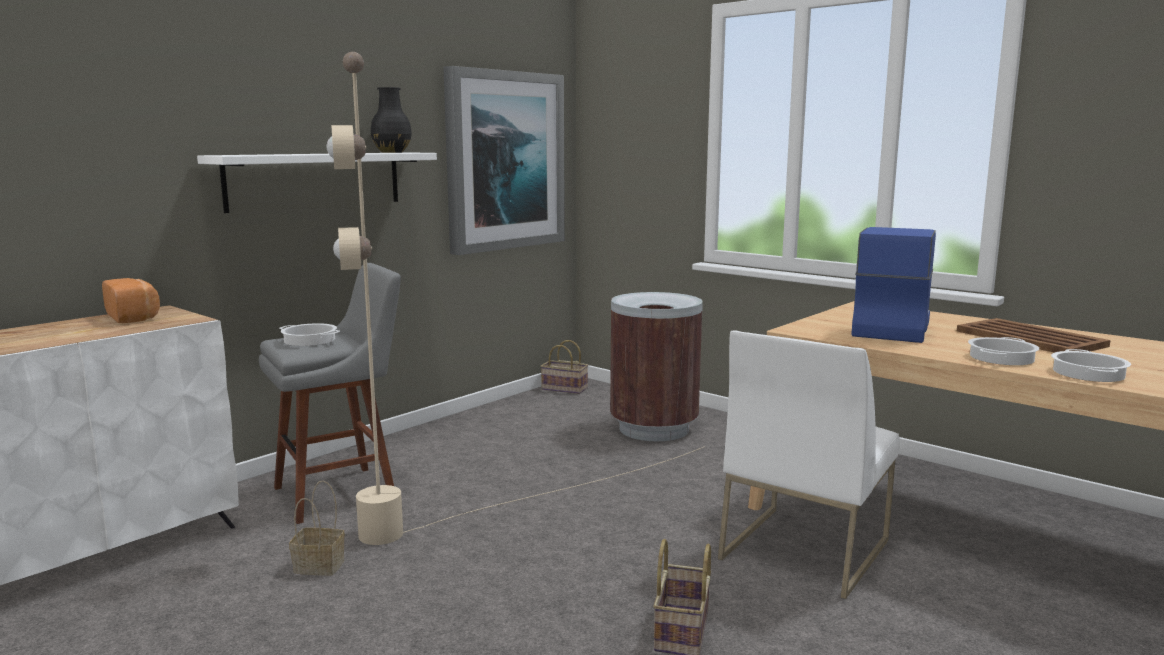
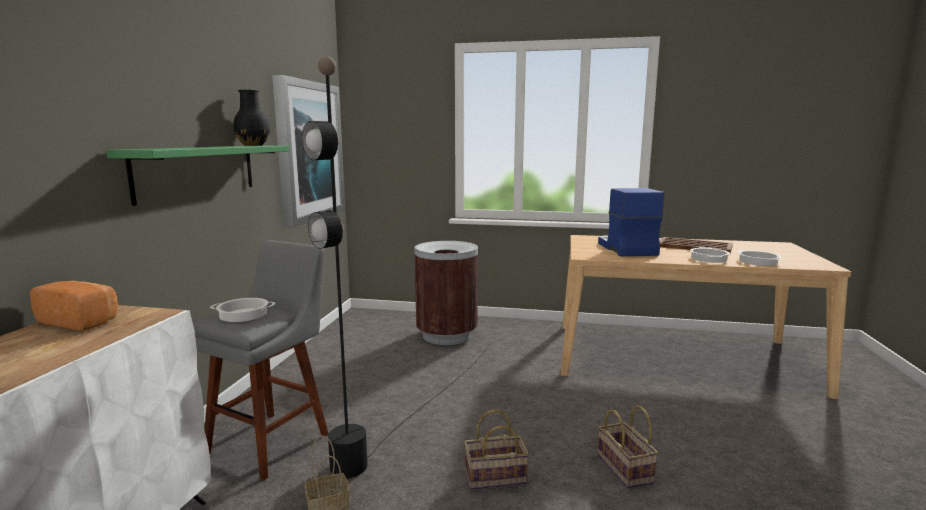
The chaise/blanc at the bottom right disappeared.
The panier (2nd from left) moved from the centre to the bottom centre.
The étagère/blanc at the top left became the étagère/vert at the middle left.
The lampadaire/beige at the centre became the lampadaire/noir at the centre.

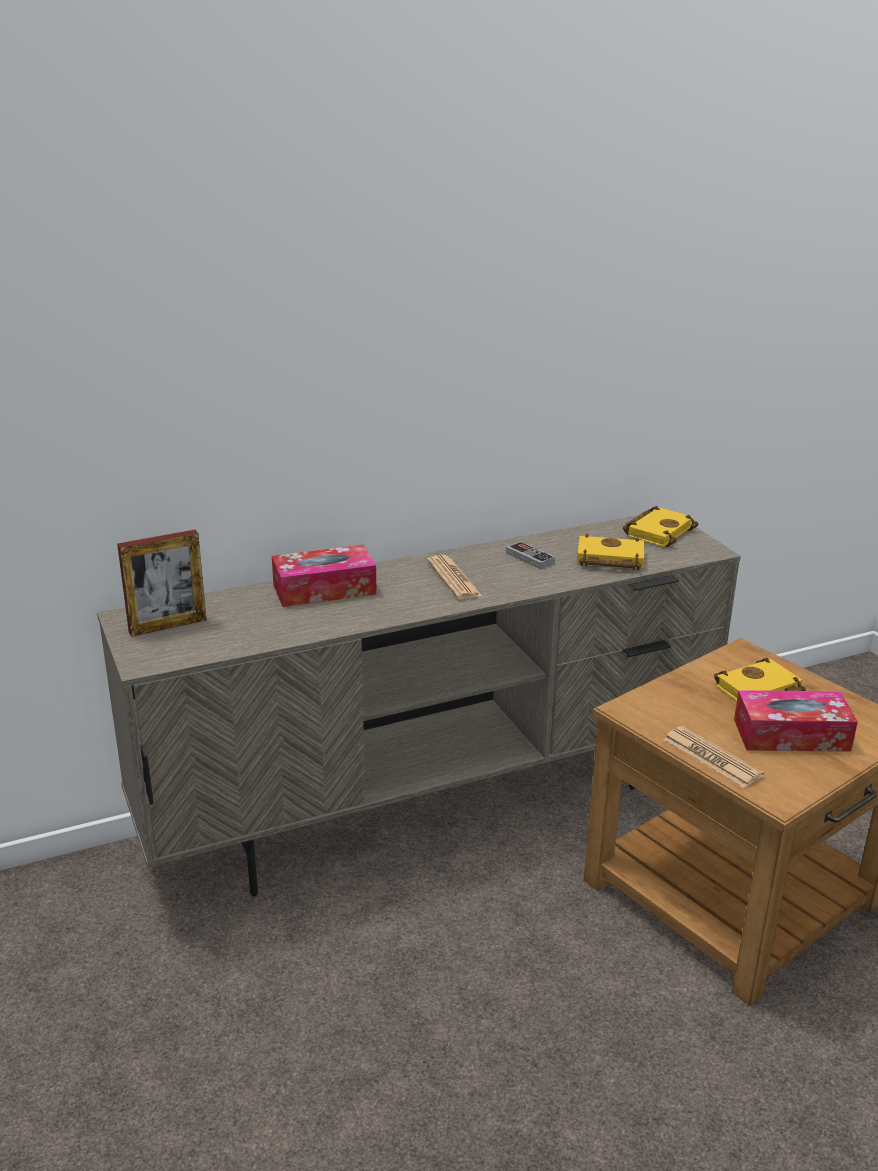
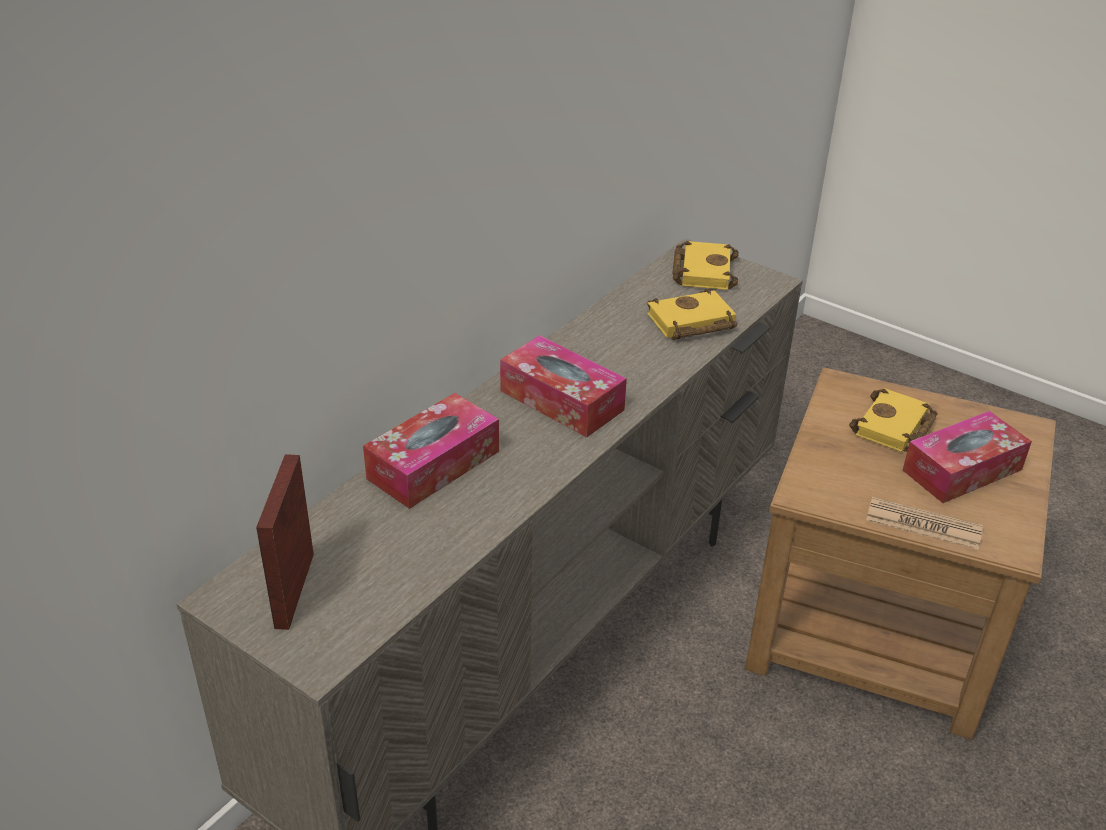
The manette at the centre disappeared.
The journal (1st from left) at the centre was replaced by the boîte à mouchoirs (2nd from left) at the centre.
The cadre photo at the middle left turned 150 degrees clockwise.

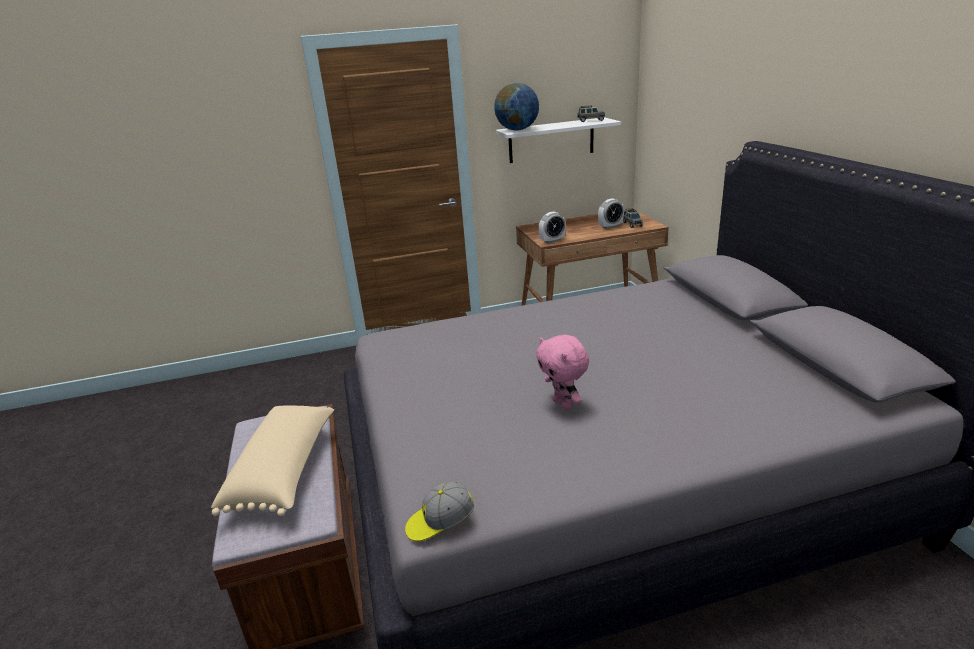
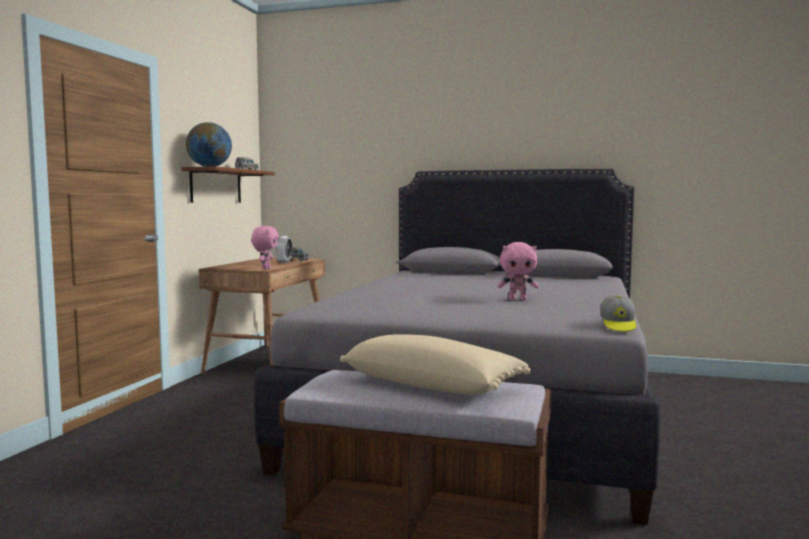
The réveil (1st from left) at the centre was replaced by the peluche/rose (1st from left) at the middle left.
The étagère/blanc at the top centre became the étagère/marron at the middle left.

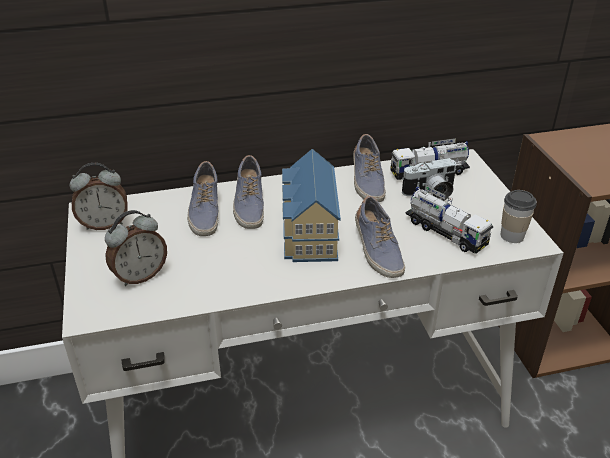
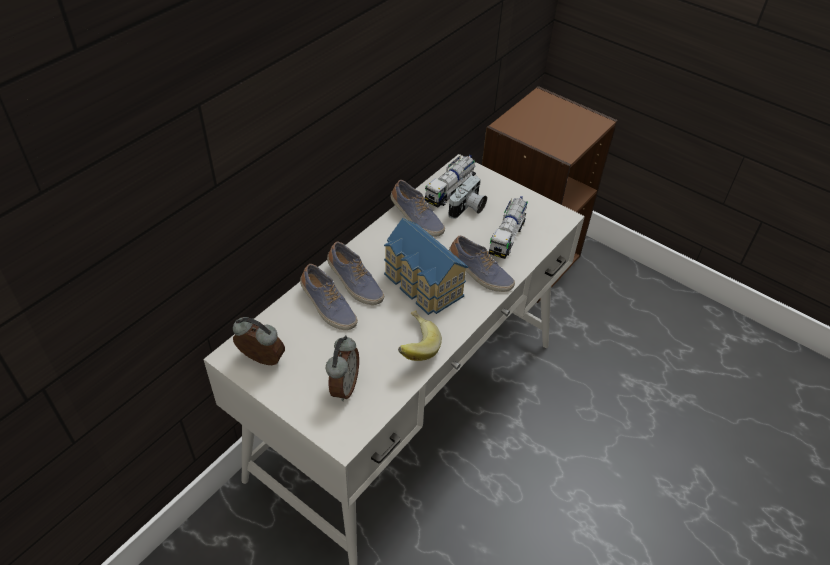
The tasse at the middle right disappeared.
The banane at the centre appeared.
The réveil (1st from left) at the middle left turned 105 degrees counterclockwise.
The camion jouet (2nd from left) at the middle right turned 105 degrees clockwise.

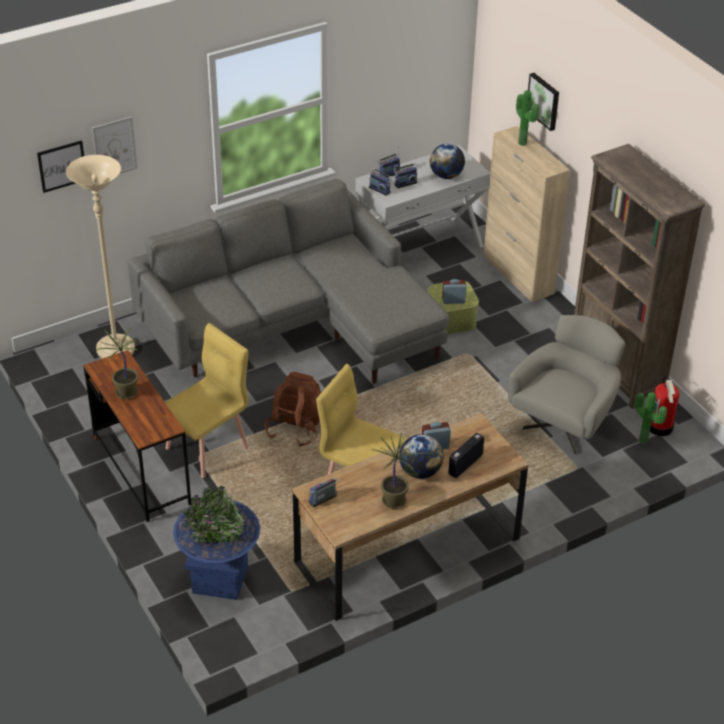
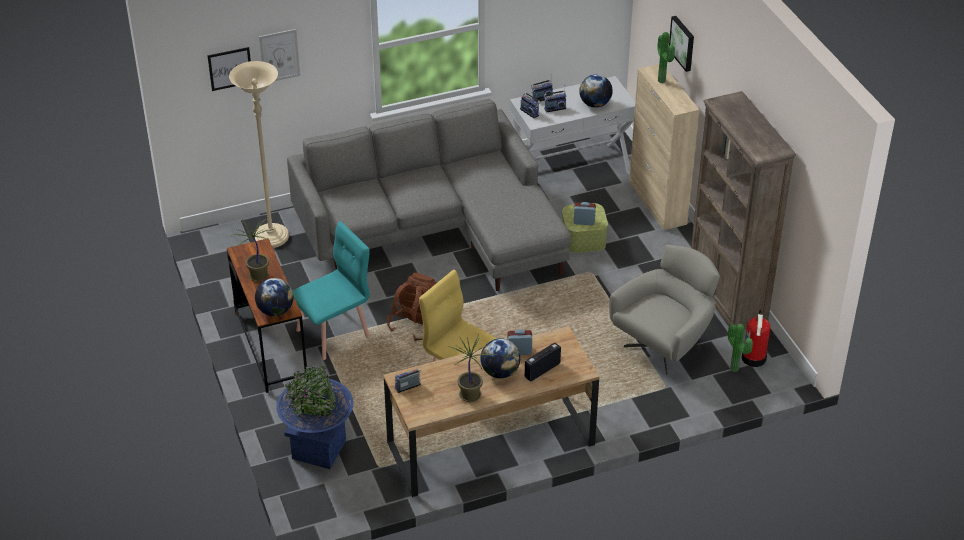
The globe (1st from left) at the middle left appeared.
The chaise/jaune (1st from left) at the middle left became the chaise/turquoise at the centre.

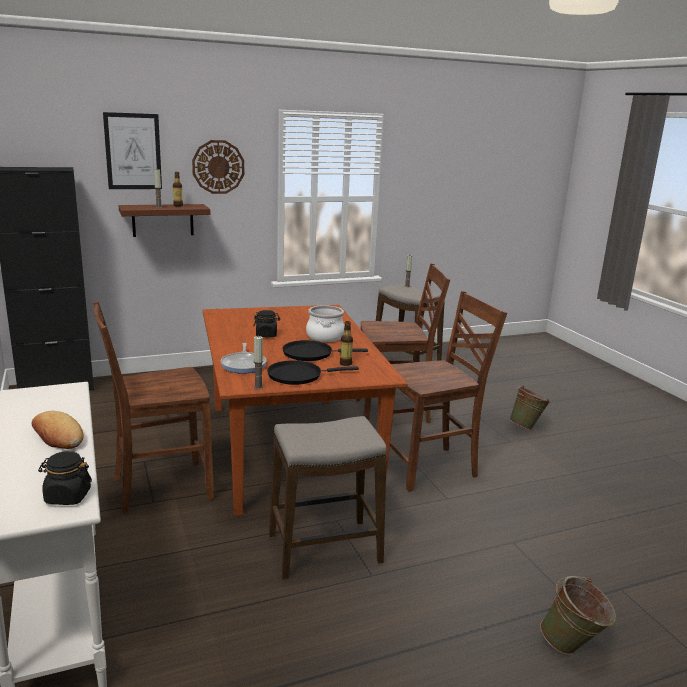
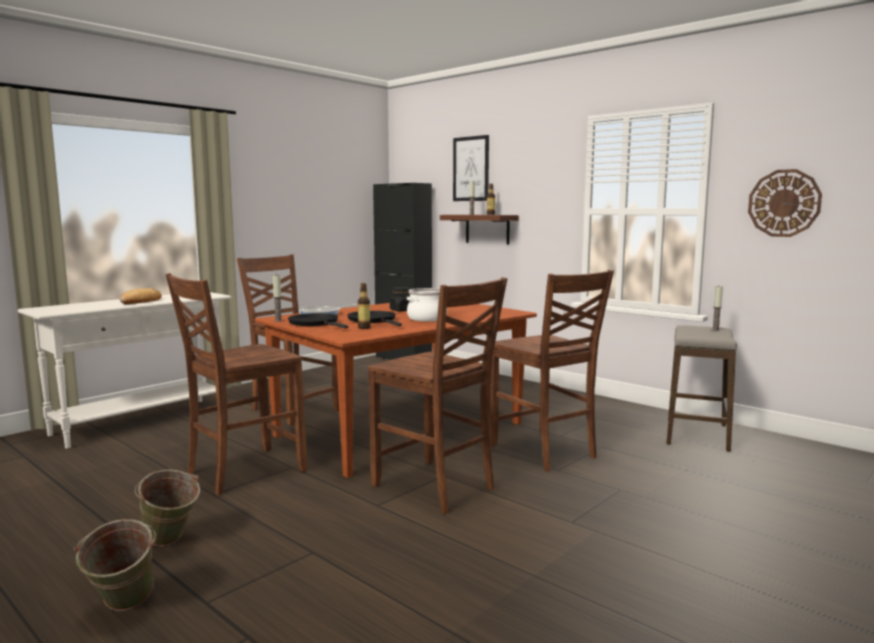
The bocal/noir (1st from left) at the bottom left disappeared.
The horloge murale moved from the top left to the top right.
The seau/vert (1st from left in the first image) moved from the middle right to the bottom left.
The tabouret (1st from left) at the bottom centre was replaced by the chaise/marron (1st from left) at the middle left.

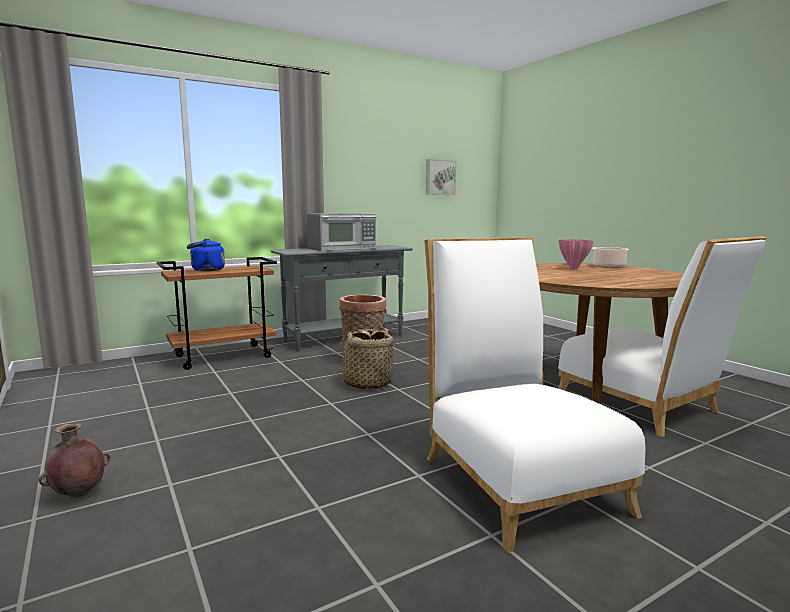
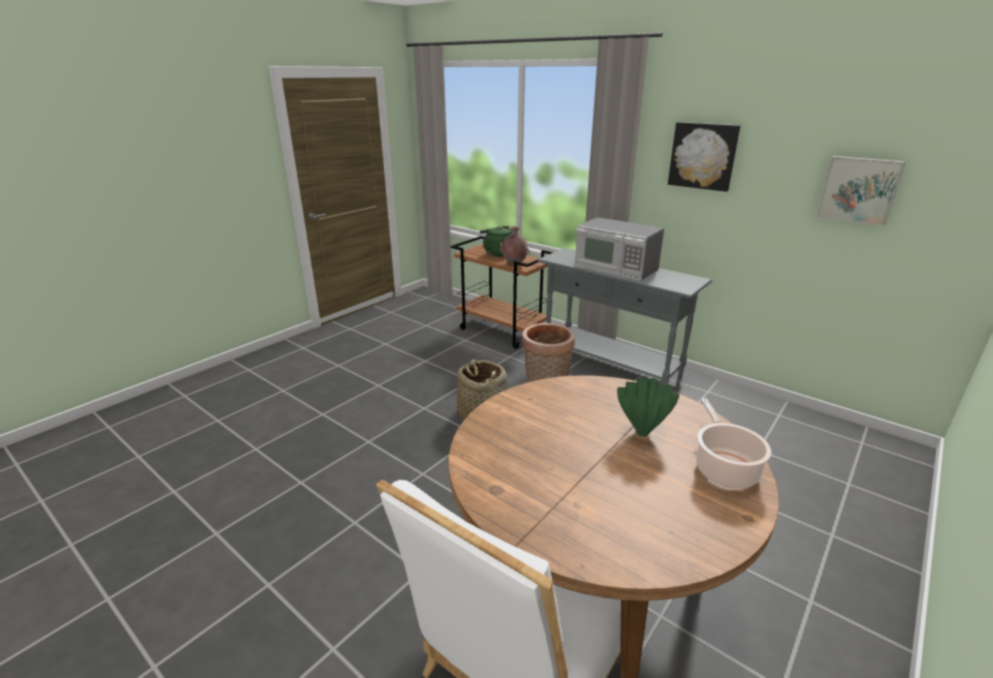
The chaise/blanc (1st from left) at the middle right disappeared.
The tableau (1st from left) at the top right appeared.
The vase/marron moved from the bottom left to the centre.
The bouilloire/bleu at the middle left became the bouilloire/vert at the centre.
The vase/rose at the middle right became the vase/vert at the centre.

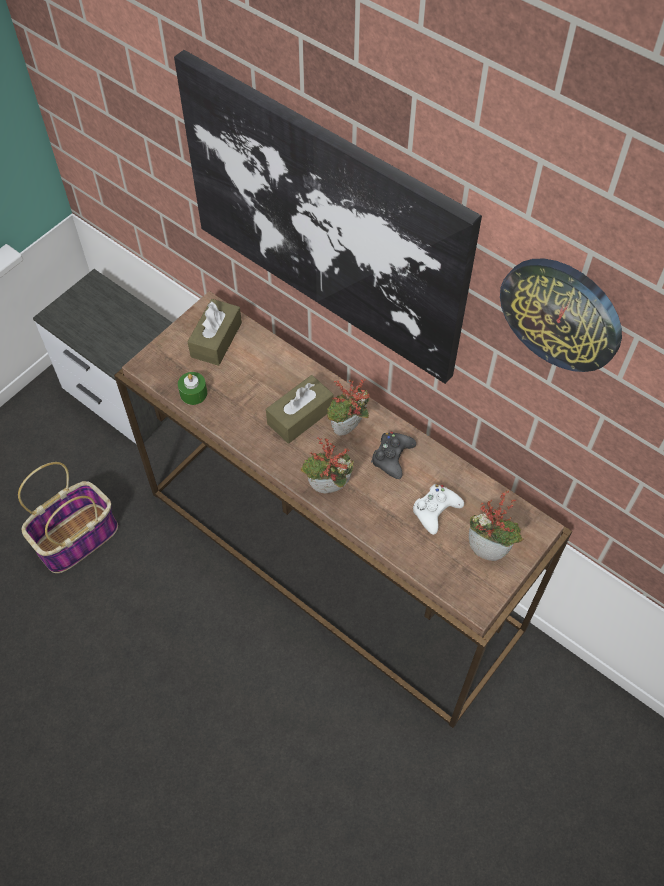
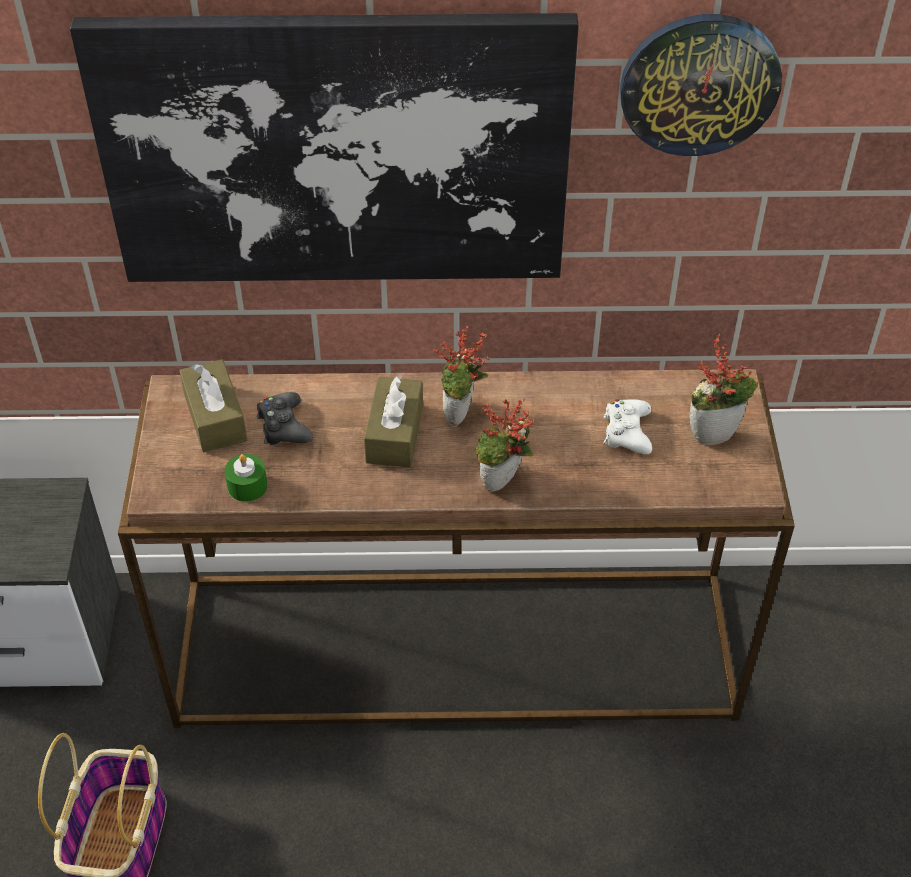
The manette/noir moved from the centre to the middle left.

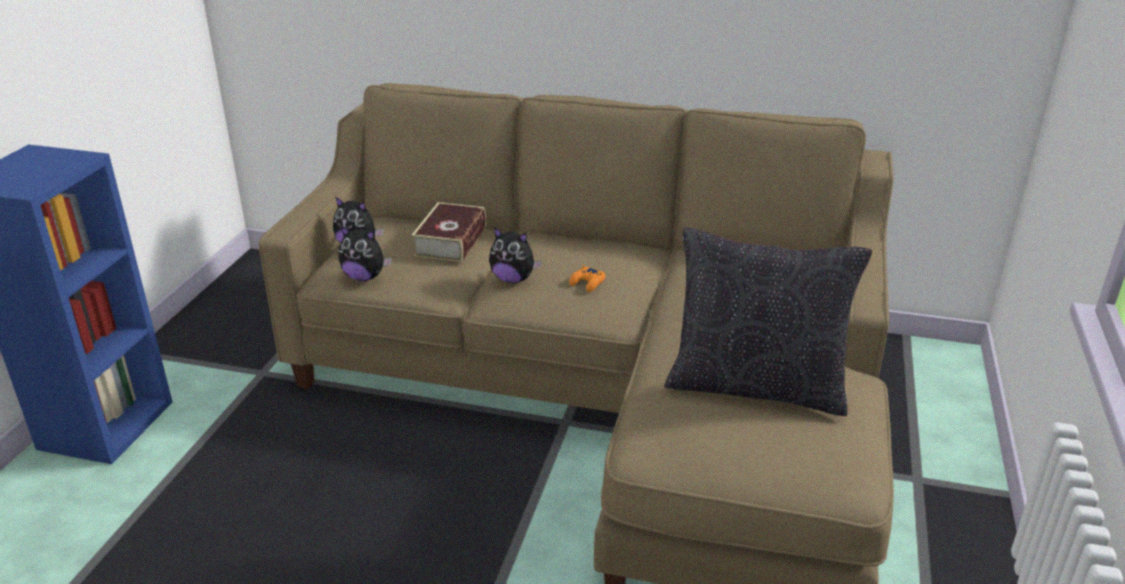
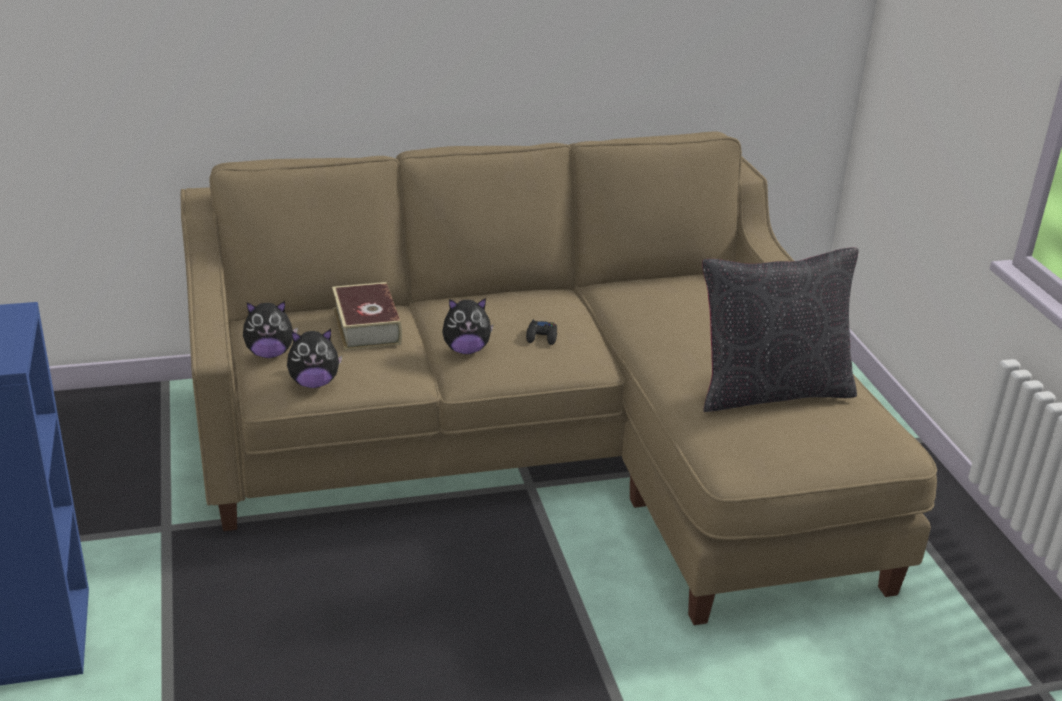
The manette/orange at the centre became the manette/noir at the centre.

